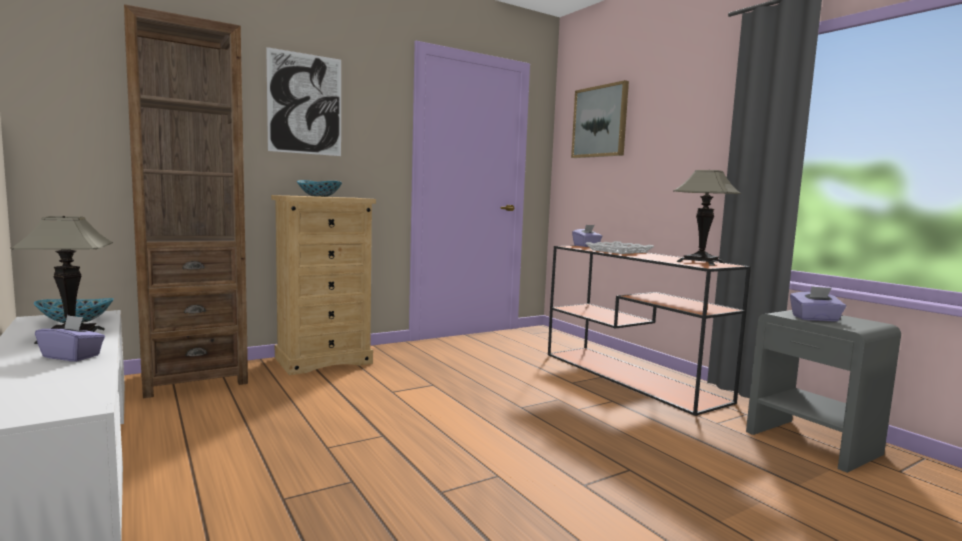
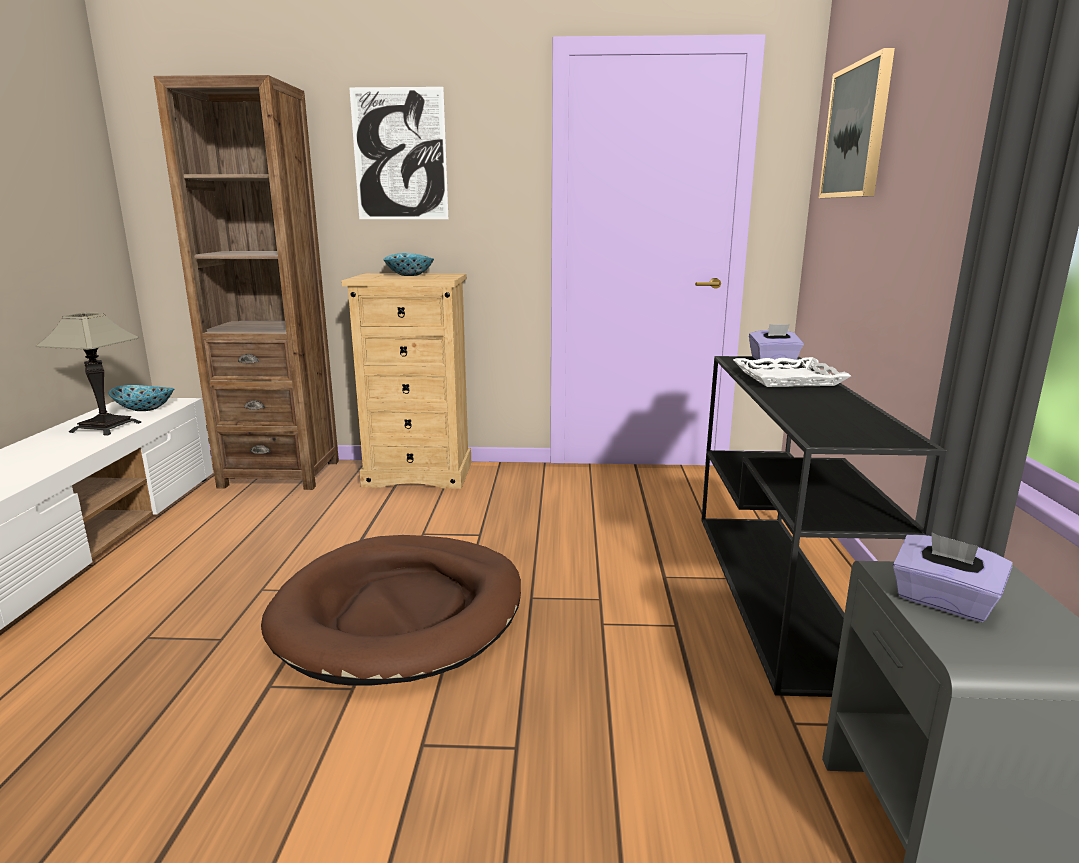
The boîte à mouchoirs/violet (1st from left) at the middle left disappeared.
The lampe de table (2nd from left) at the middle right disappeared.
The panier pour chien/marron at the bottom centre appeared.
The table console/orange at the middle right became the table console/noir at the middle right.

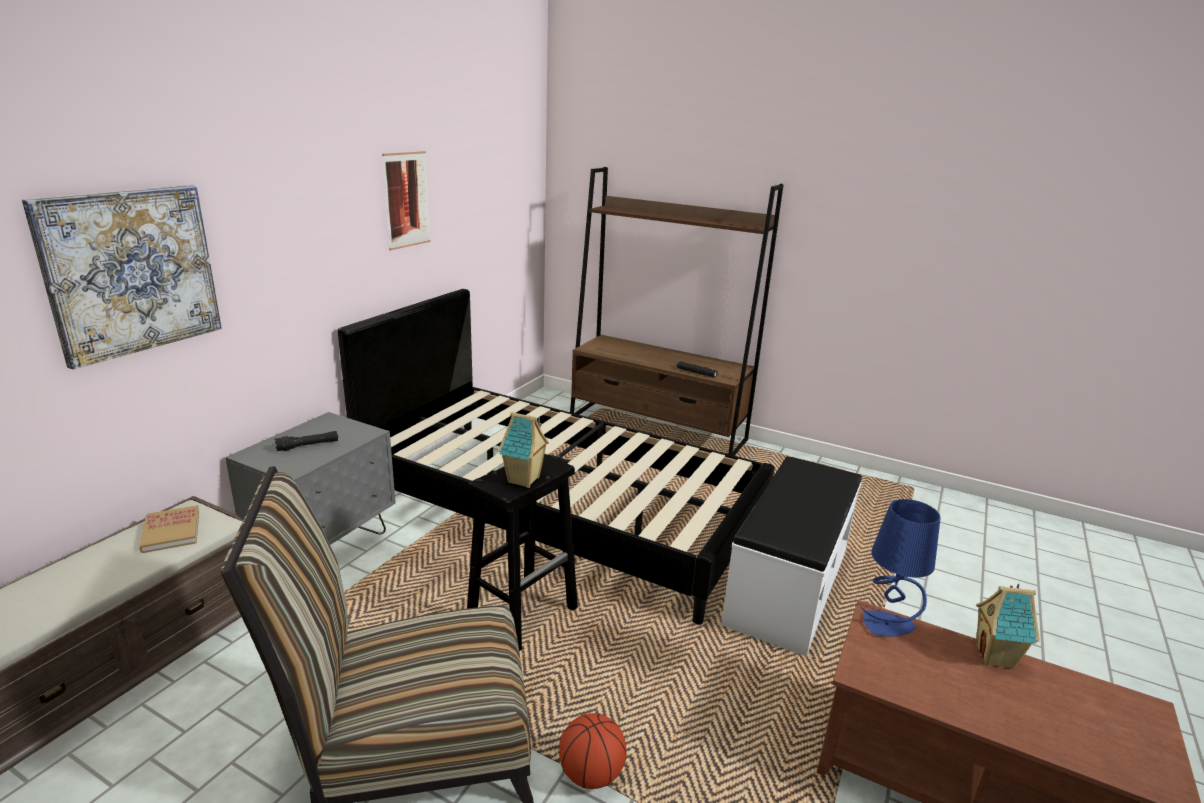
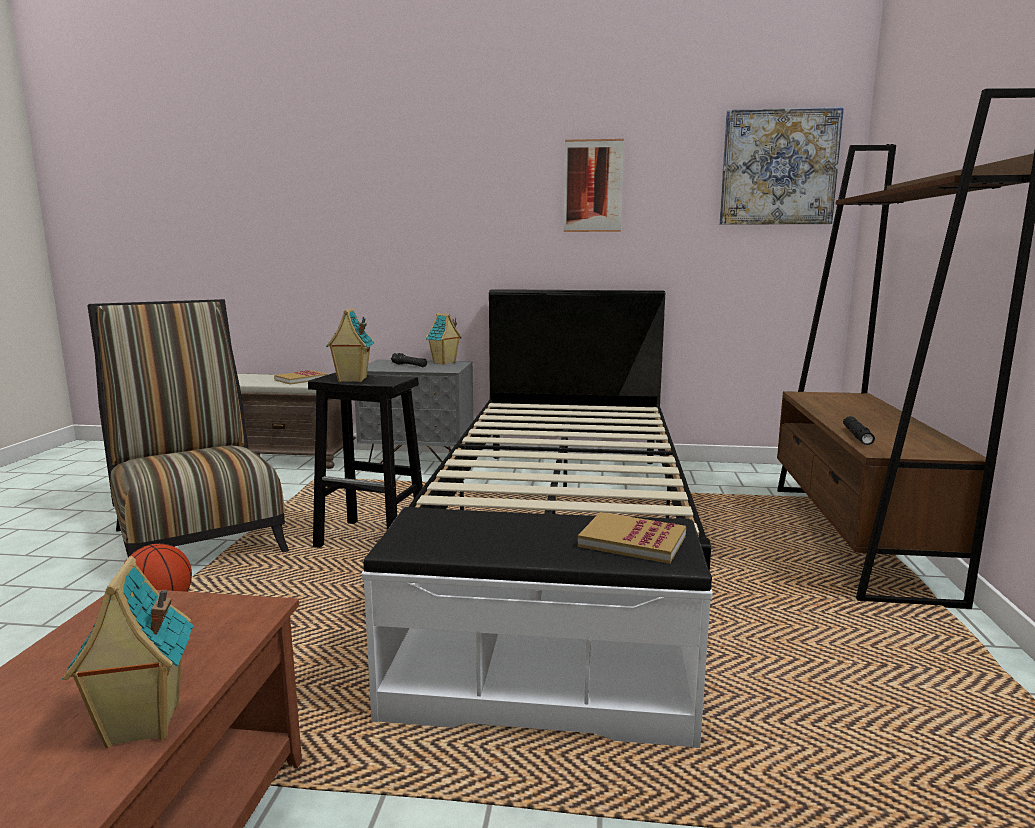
The lampe de table/bleu at the bottom right disappeared.
The maison miniature (3rd from left) at the centre appeared.
The livre (2nd from left) at the centre appeared.
The tableau (1st from left in the first image) moved from the middle left to the top right.

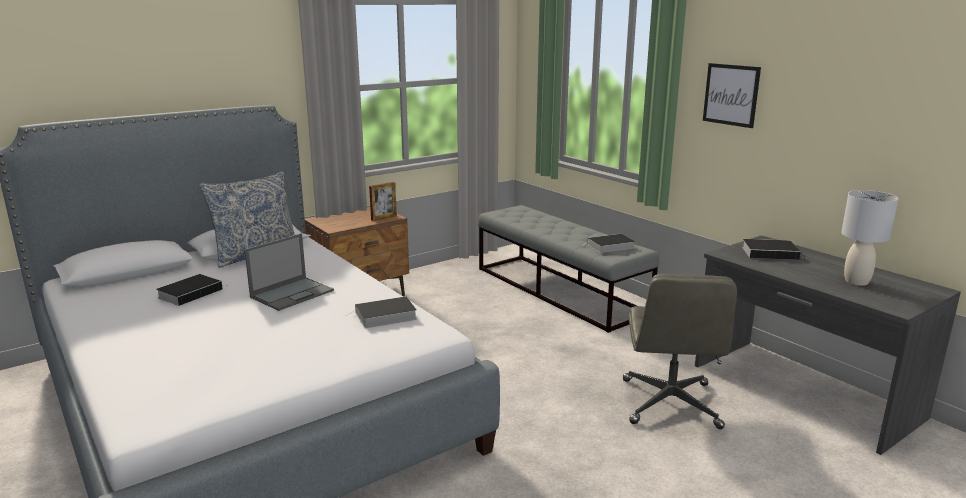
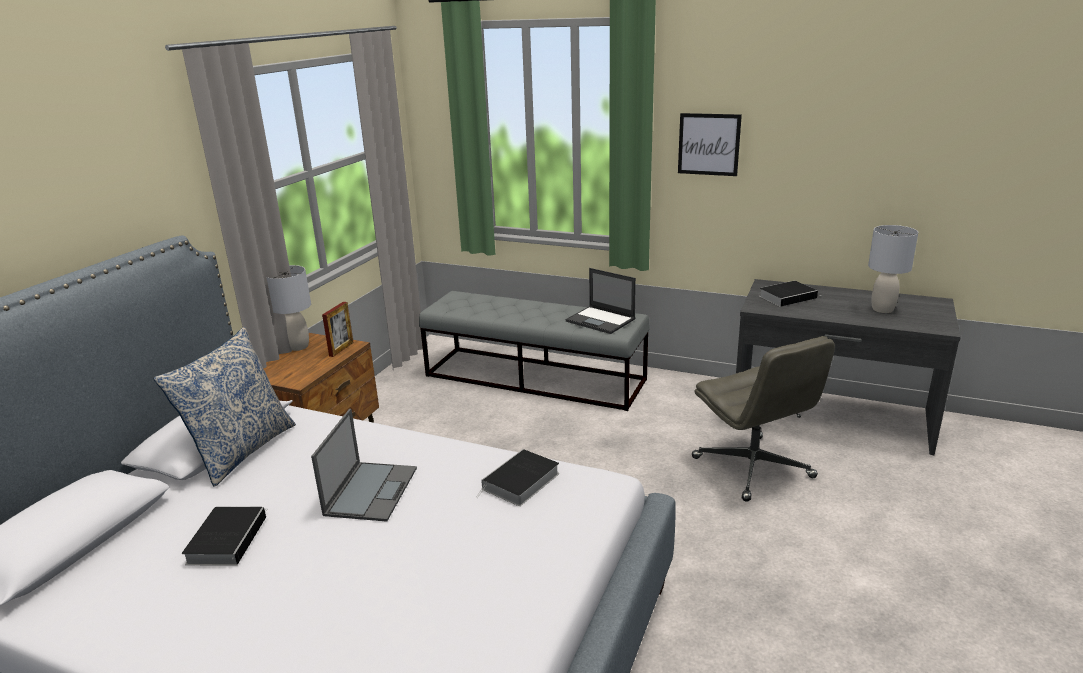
The lampe de table/gris (1st from left) at the middle left appeared.
The livre (3rd from left) at the centre was replaced by the ordinateur portable (2nd from left) at the centre.

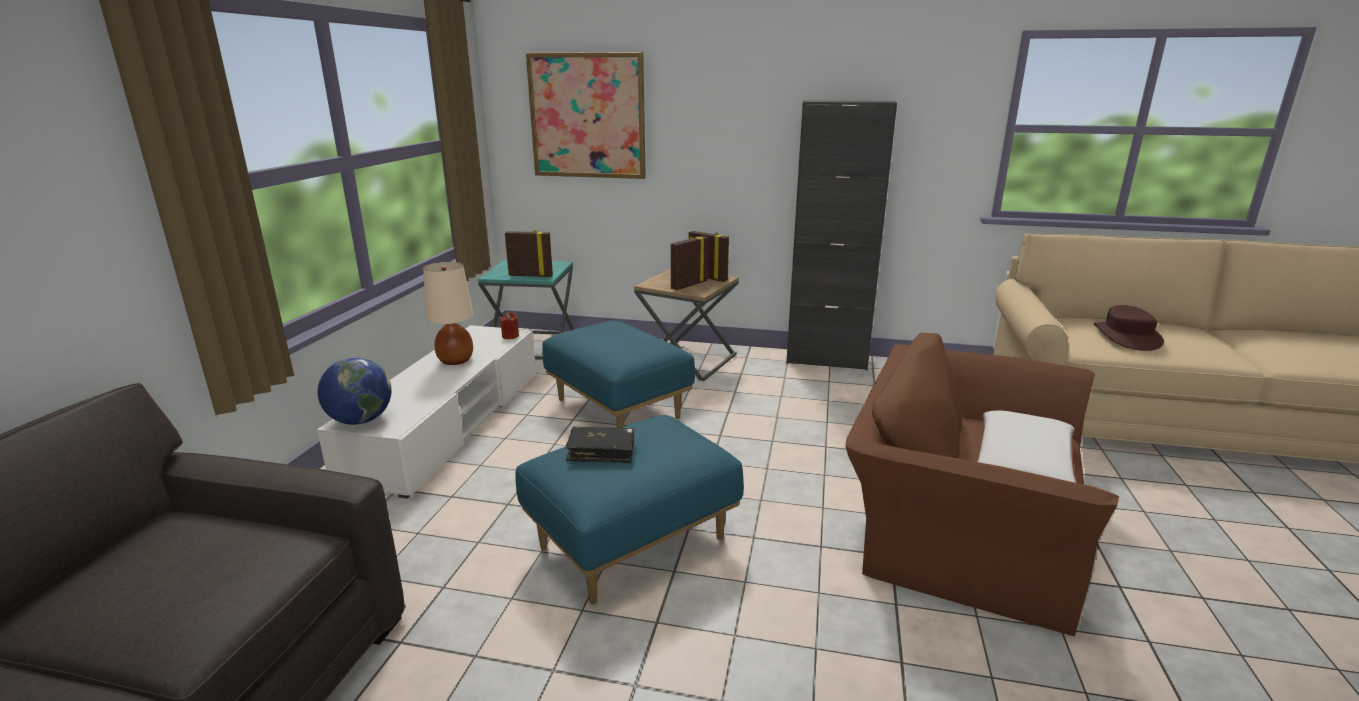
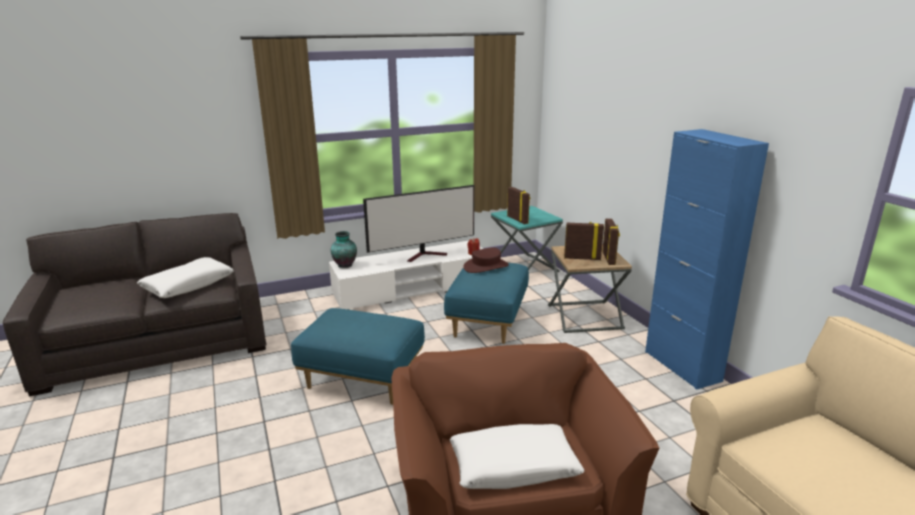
The tableau at the top centre disappeared.
The livre/noir at the centre disappeared.
The coussin/blanc (1st from left) at the middle left appeared.
The chapeau/marron moved from the middle right to the centre.
The globe at the middle left was replaced by the vase at the centre.
The lampe de table/beige at the middle left was replaced by the téléviseur at the centre.
The meuble de rangement/noir at the centre became the meuble de rangement/bleu at the middle right.

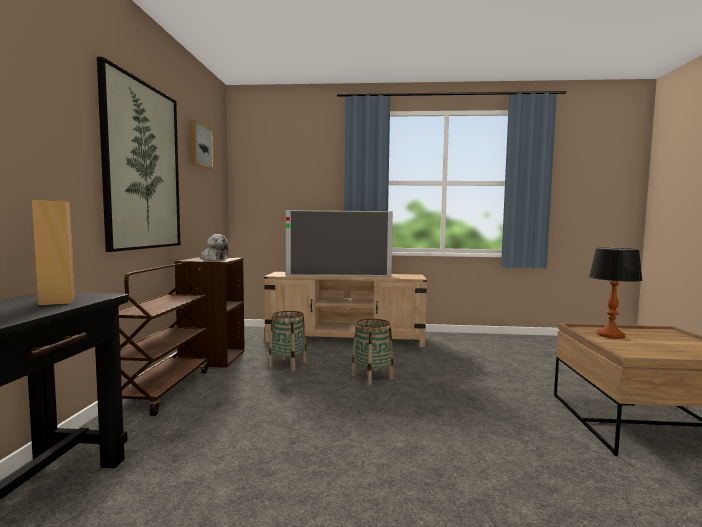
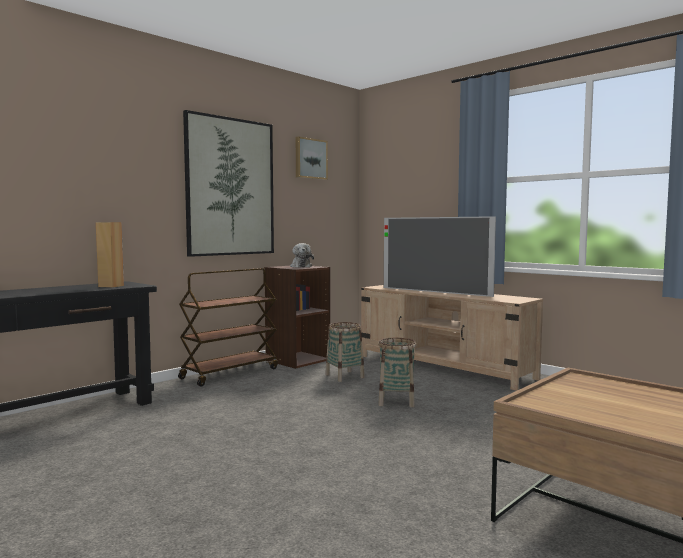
The lampe de table at the middle right disappeared.

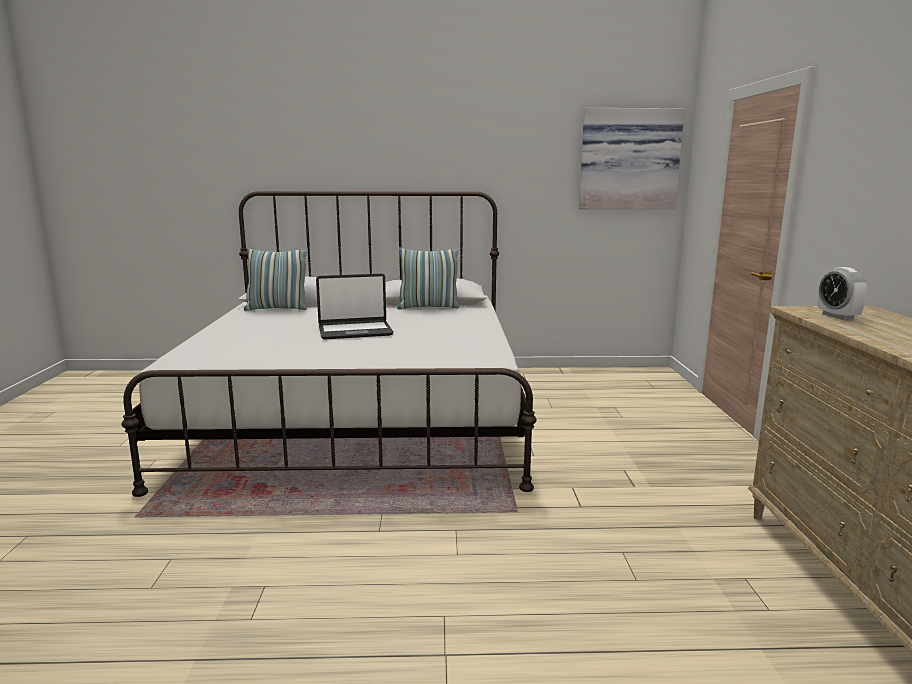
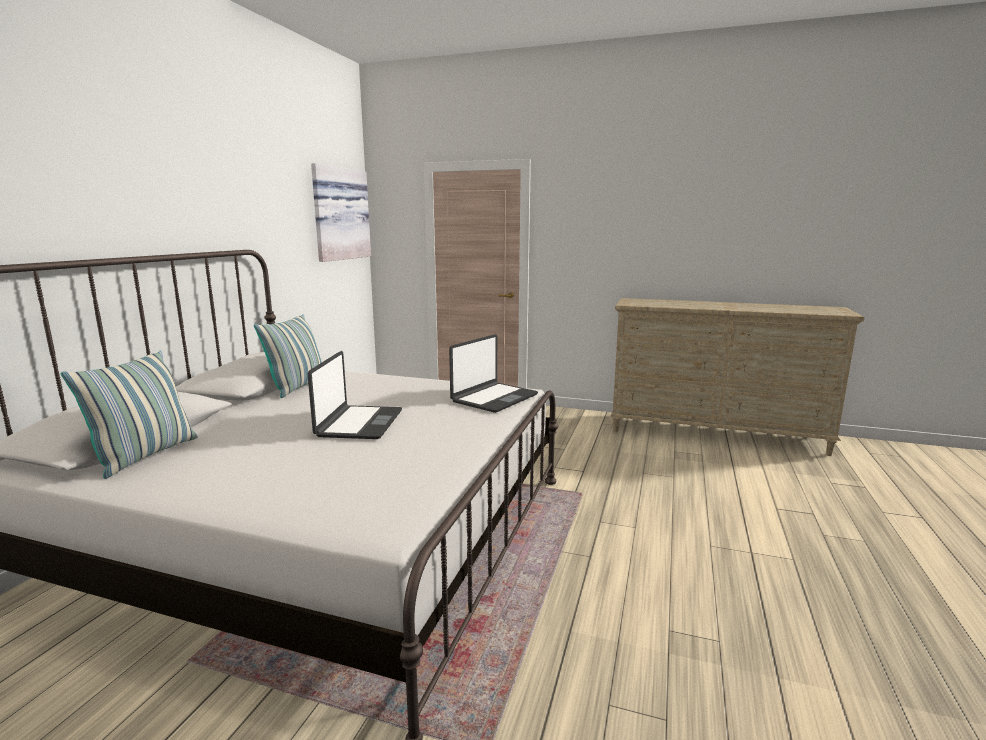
The réveil at the middle right disappeared.
The ordinateur portable (2nd from left) at the centre appeared.

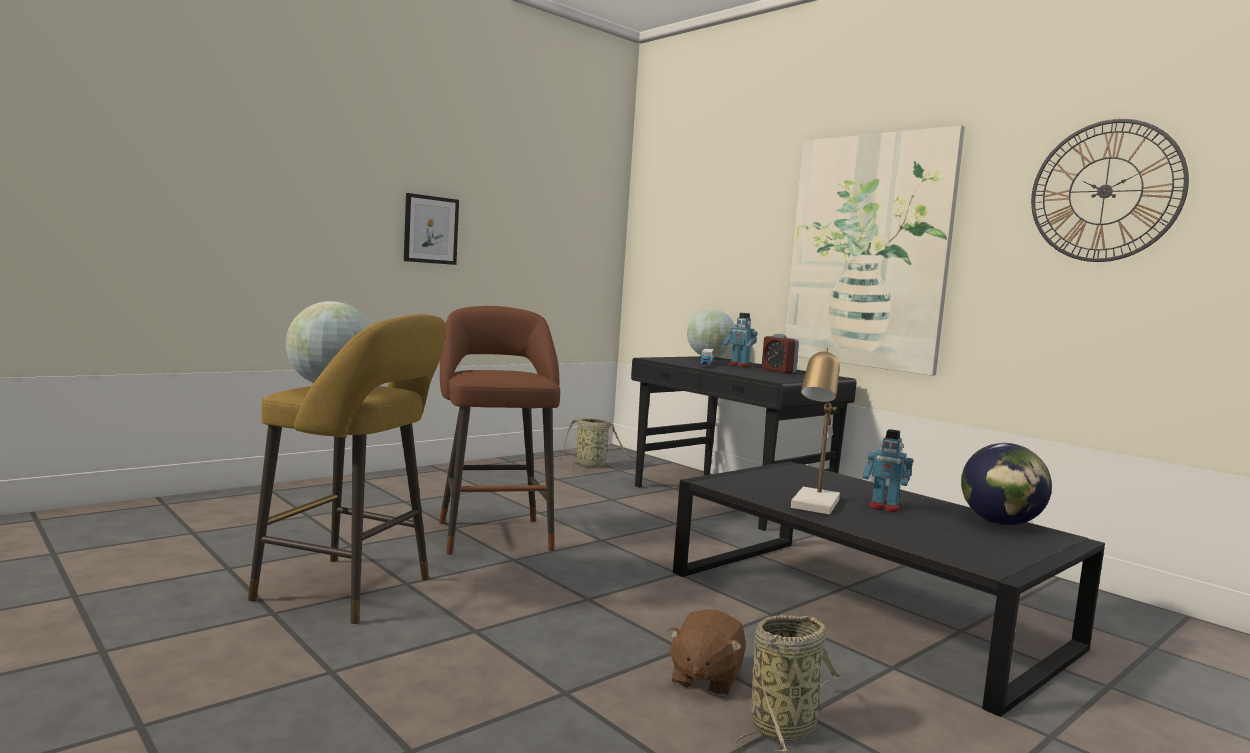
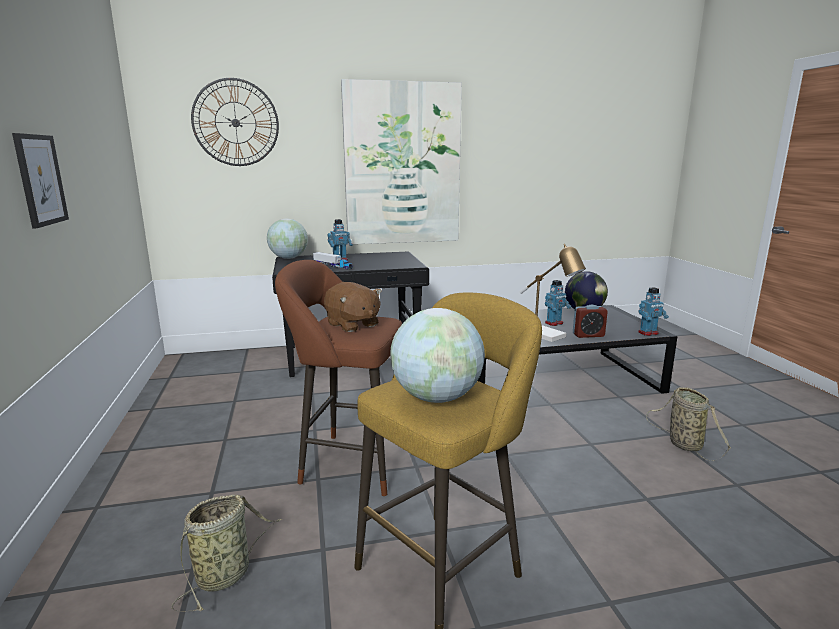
The robot jouet (3rd from left) at the middle right appeared.
The panier (1st from left) moved from the centre to the bottom left.
The peluche/marron moved from the bottom centre to the centre.
The réveil moved from the centre to the middle right.
The horloge murale moved from the top right to the top left.

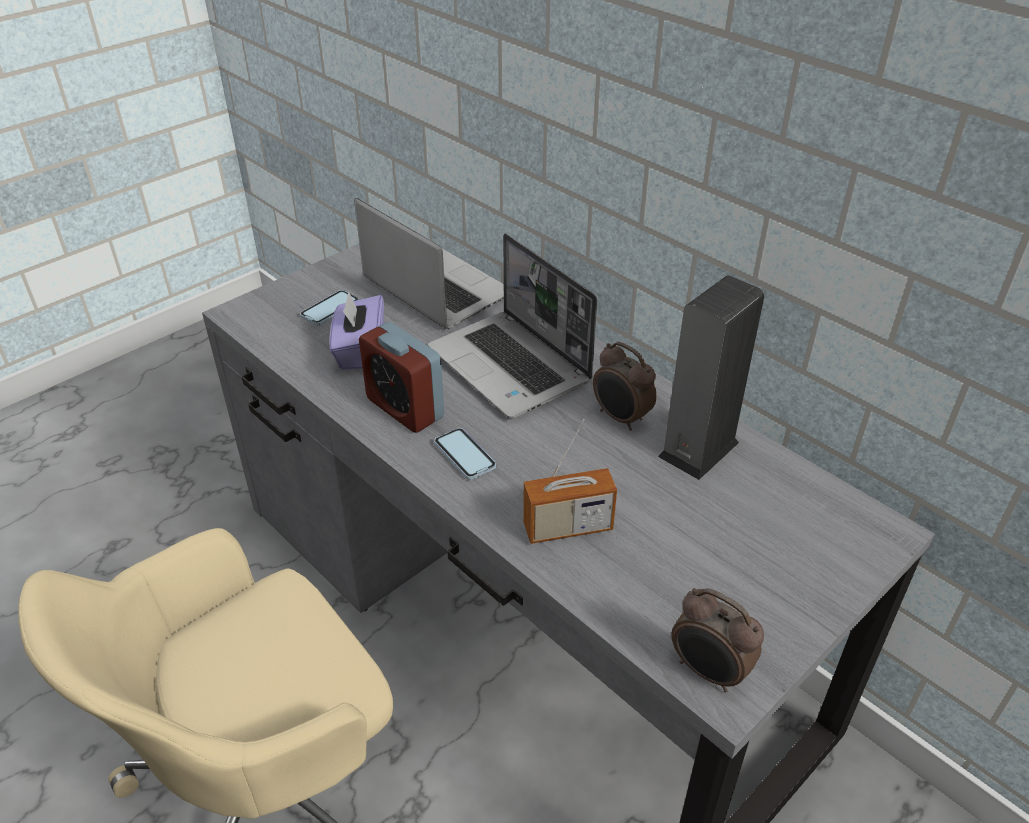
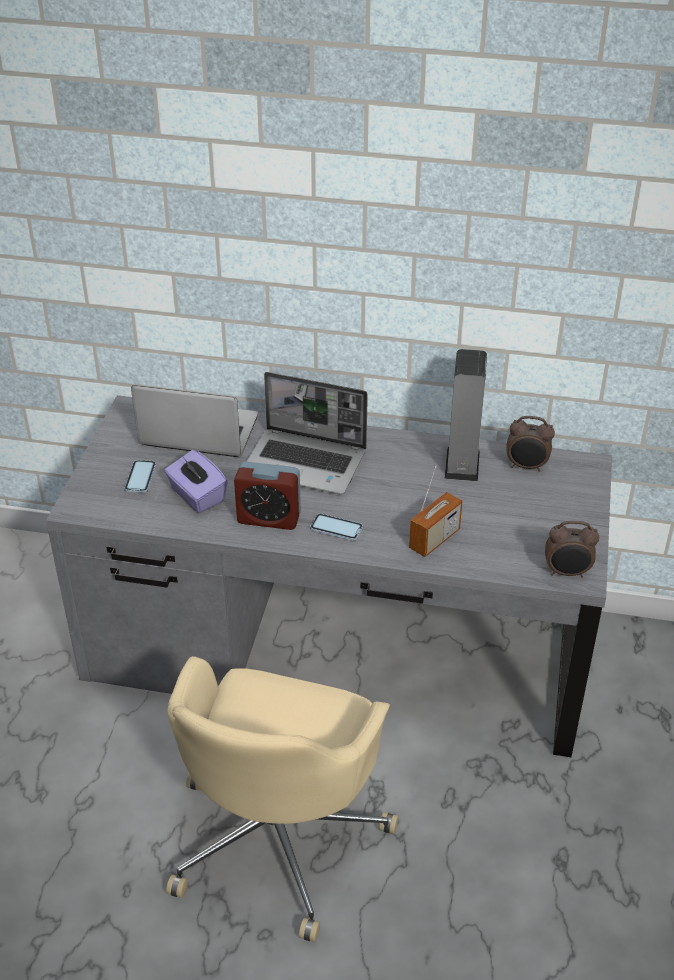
The réveil (2nd from left) moved from the centre to the middle right.

